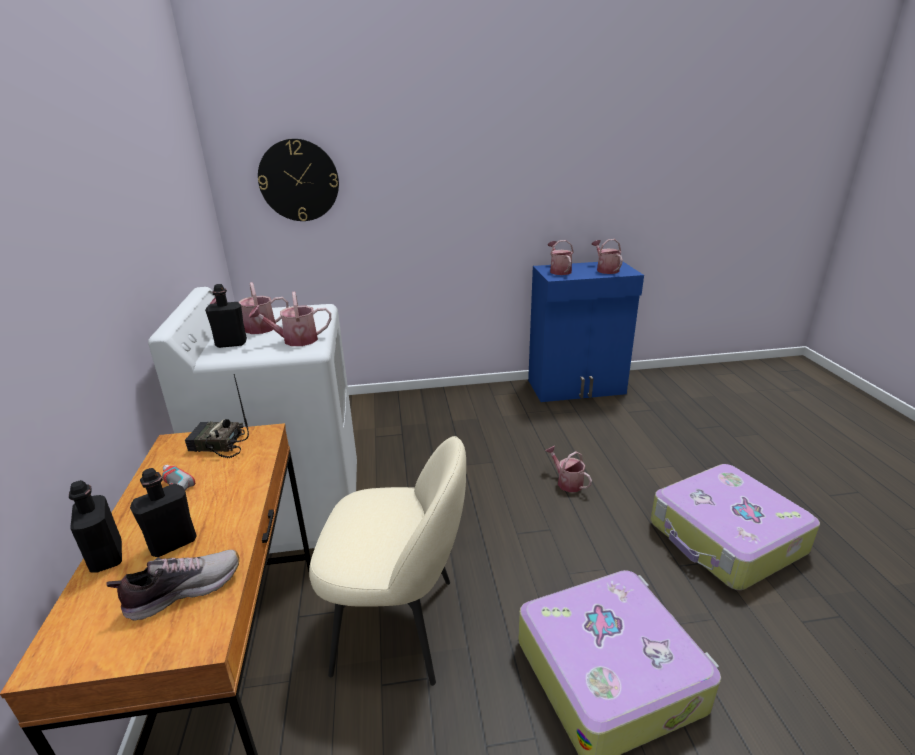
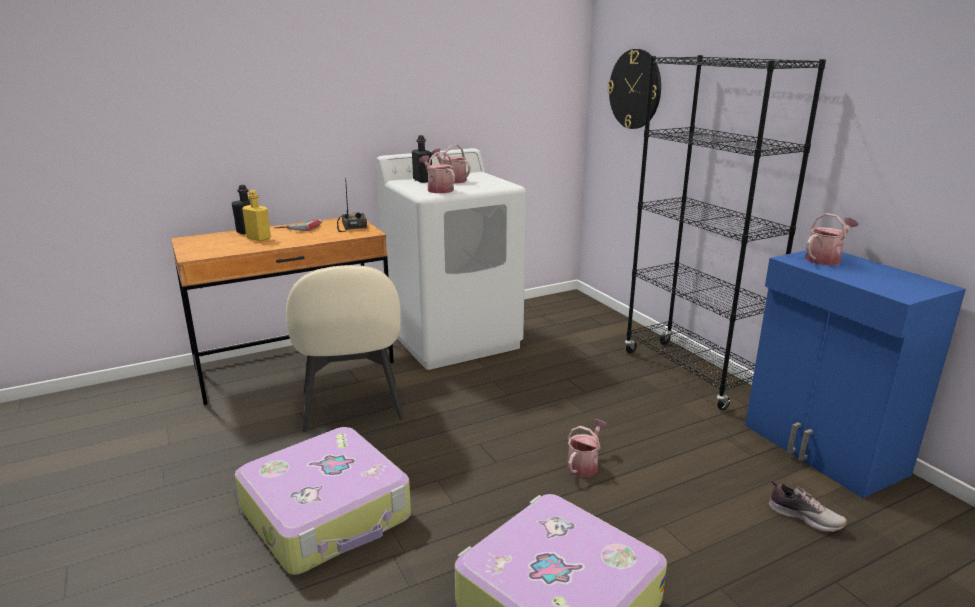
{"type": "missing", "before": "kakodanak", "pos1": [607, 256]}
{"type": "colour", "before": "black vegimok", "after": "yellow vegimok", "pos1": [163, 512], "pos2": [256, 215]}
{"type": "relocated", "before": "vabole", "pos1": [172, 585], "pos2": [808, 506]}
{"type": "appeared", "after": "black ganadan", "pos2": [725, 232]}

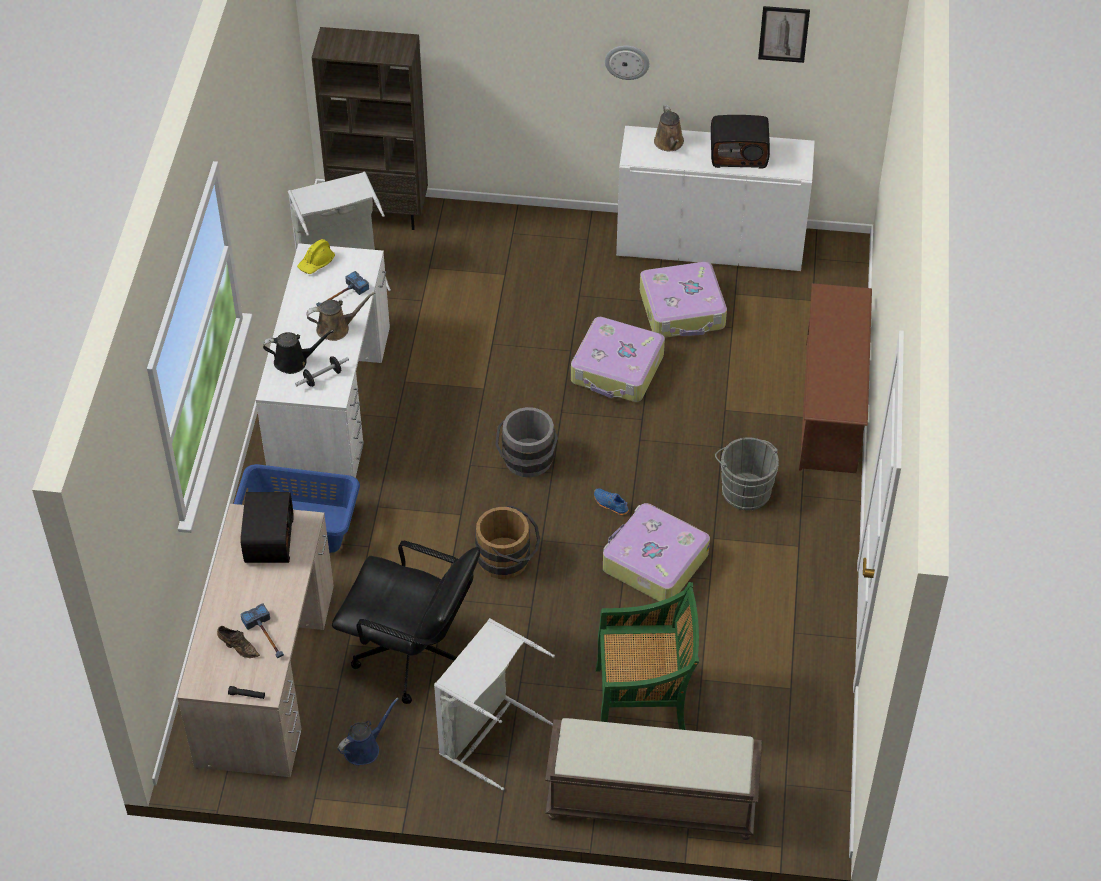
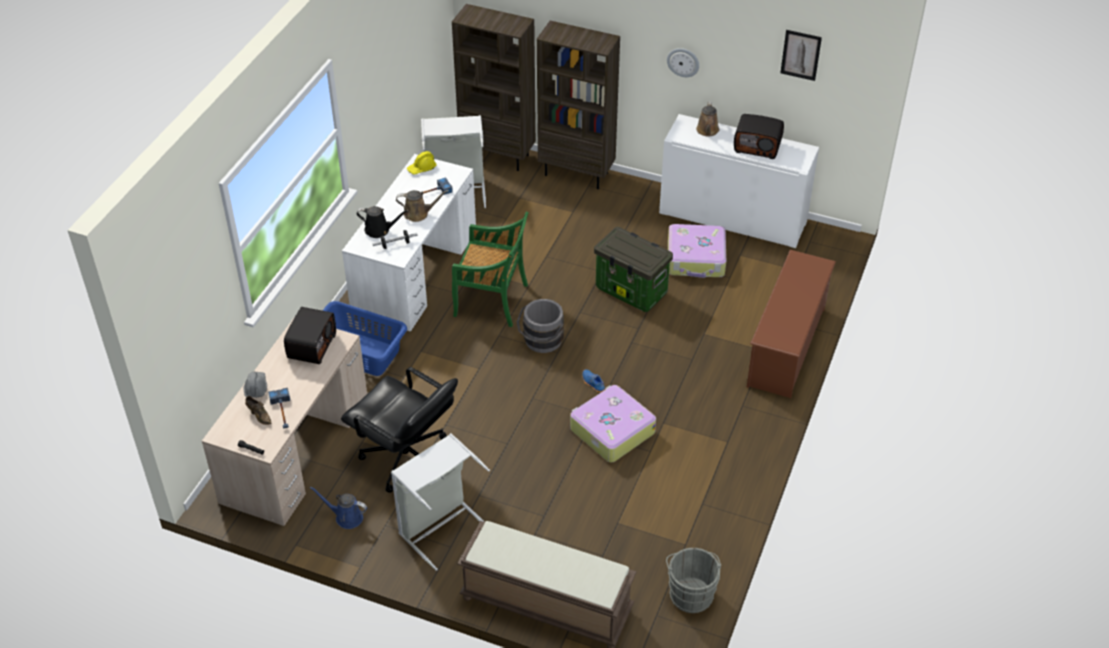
{"type": "exchanged", "before": "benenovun", "after": "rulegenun", "pos1": [618, 359], "pos2": [633, 269]}
{"type": "relocated", "before": "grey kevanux", "pos1": [747, 474], "pos2": [693, 580]}
{"type": "missing", "before": "brown kevanux", "pos1": [507, 542]}
{"type": "relocated", "before": "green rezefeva", "pos1": [647, 656], "pos2": [490, 269]}
{"type": "spun", "before": "blue kakodanak", "pos1": [368, 731], "pos2": [338, 507], "turn": -135}
{"type": "appeared", "after": "brown ganadan", "pos2": [578, 105]}
{"type": "appeared", "after": "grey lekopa", "pos2": [255, 385]}

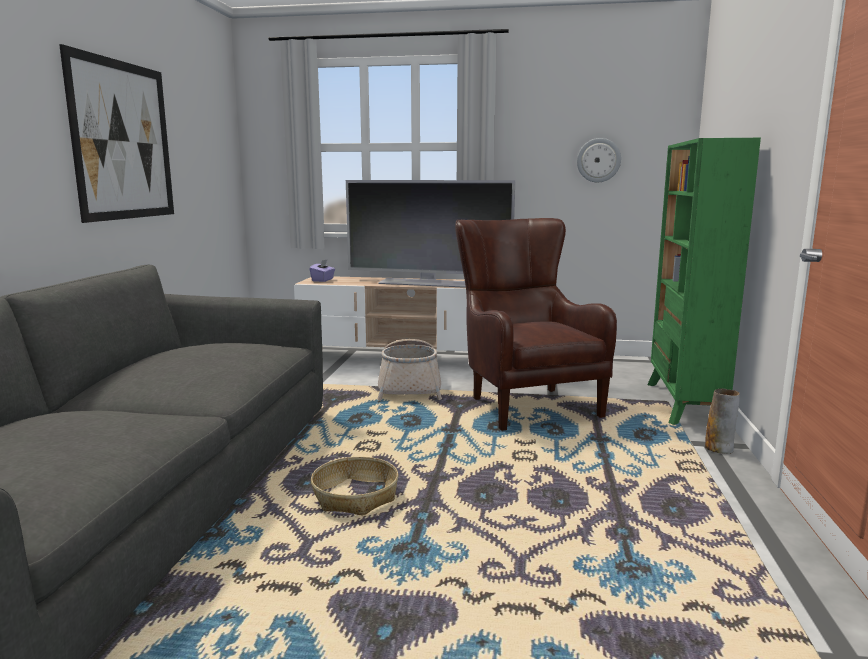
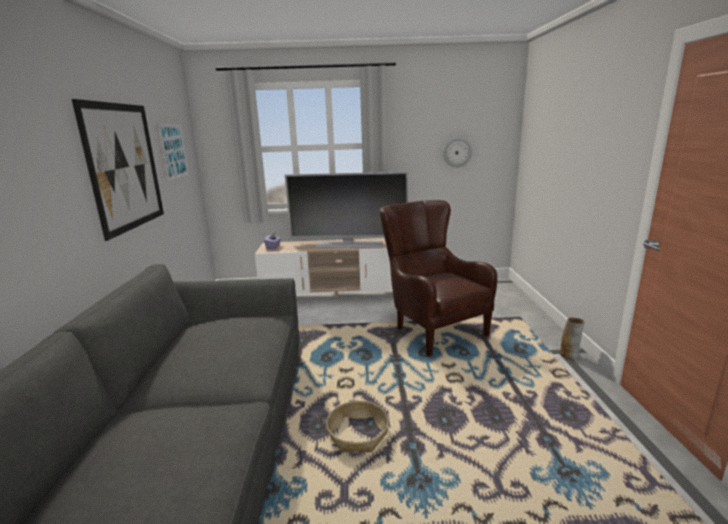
{"type": "missing", "before": "green ganadan", "pos1": [704, 281]}
{"type": "missing", "before": "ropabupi", "pos1": [409, 370]}
{"type": "appeared", "after": "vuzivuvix", "pos2": [173, 152]}

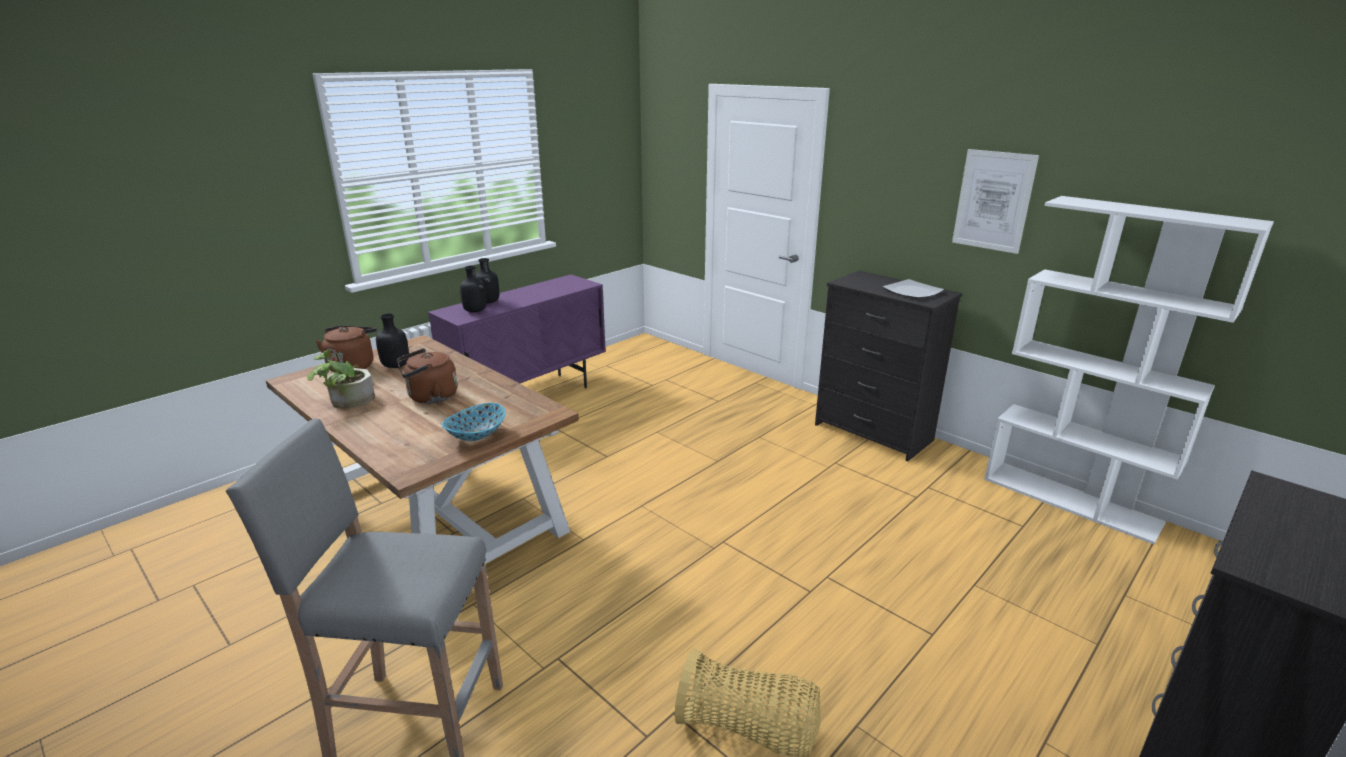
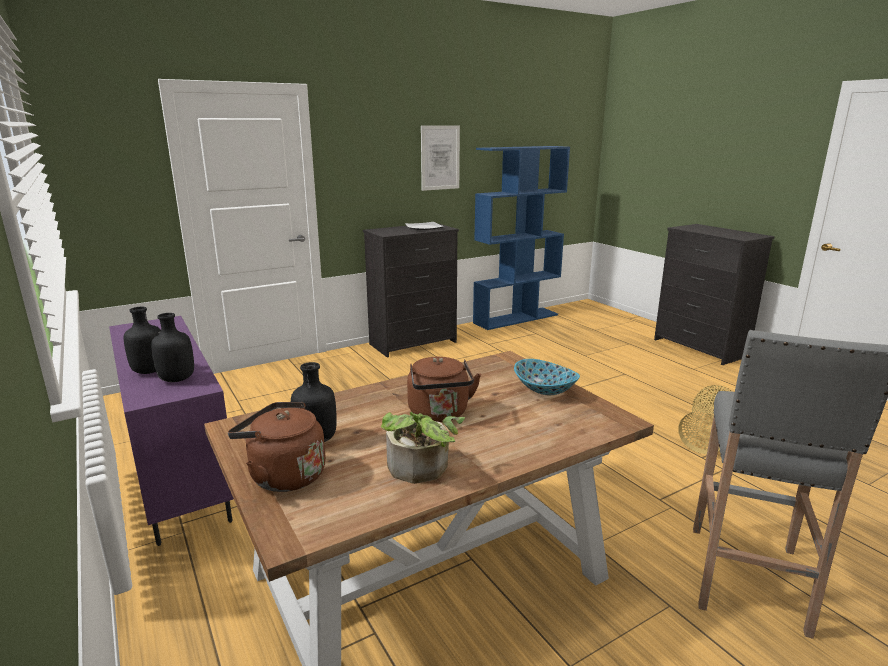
{"type": "colour", "before": "white ganadan", "after": "blue ganadan", "pos1": [1129, 370], "pos2": [521, 238]}

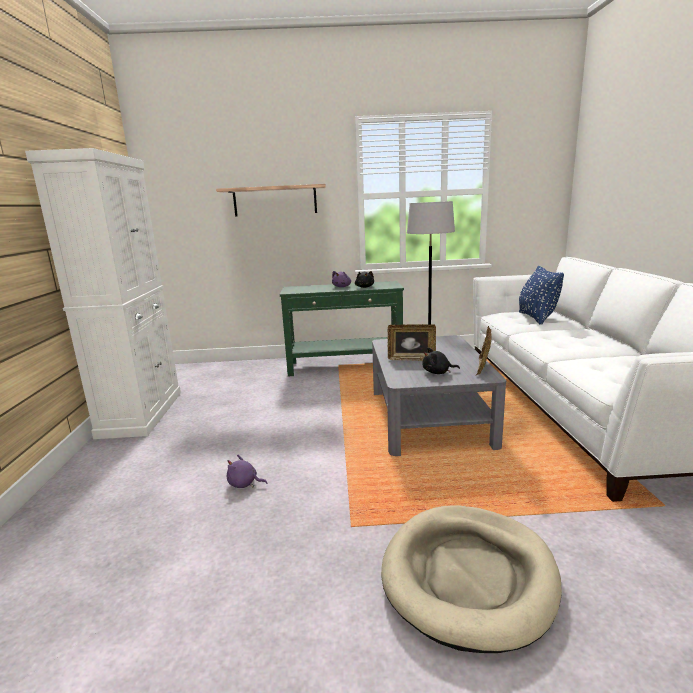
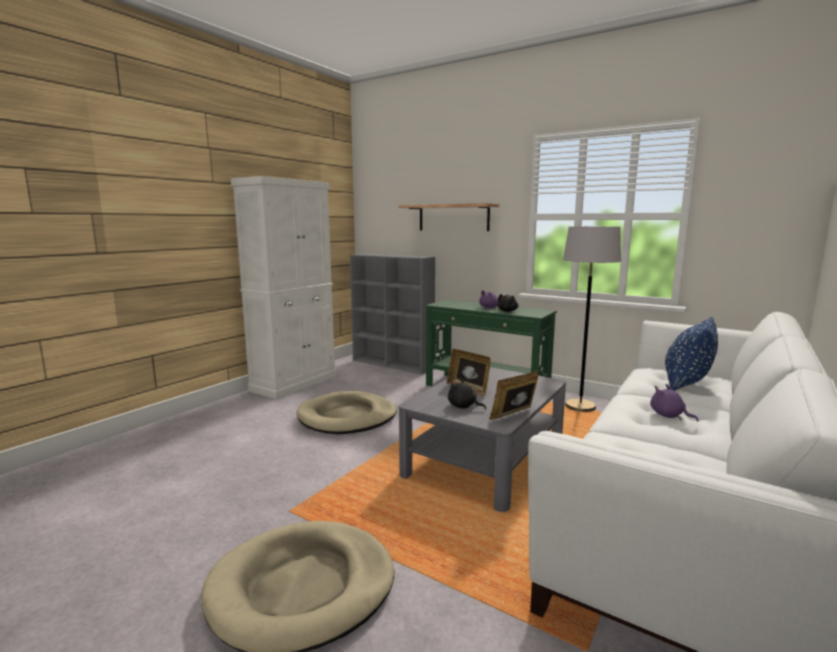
{"type": "relocated", "before": "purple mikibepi", "pos1": [247, 471], "pos2": [674, 403]}
{"type": "appeared", "after": "grey ganadan", "pos2": [392, 314]}
{"type": "appeared", "after": "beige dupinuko", "pos2": [346, 412]}

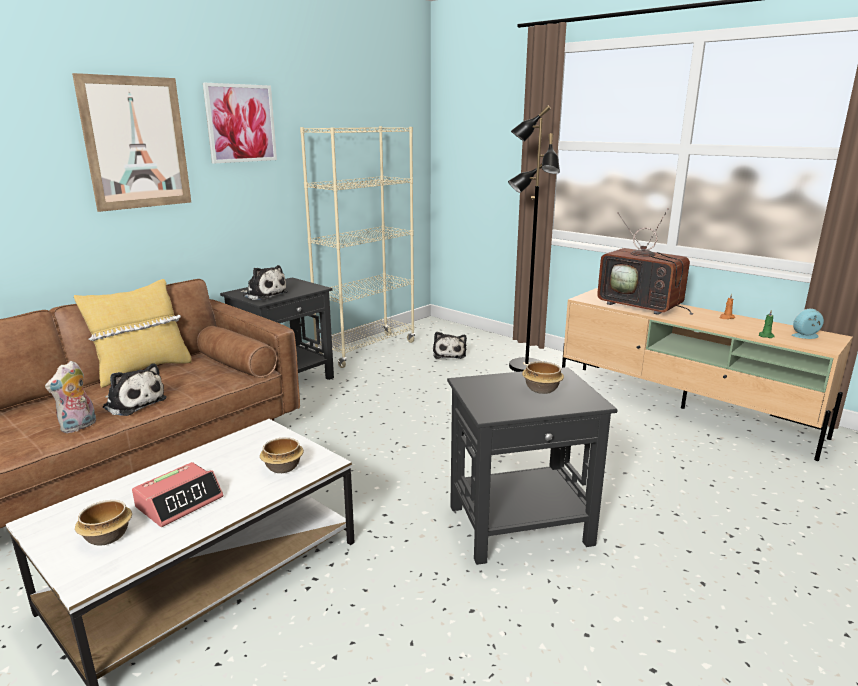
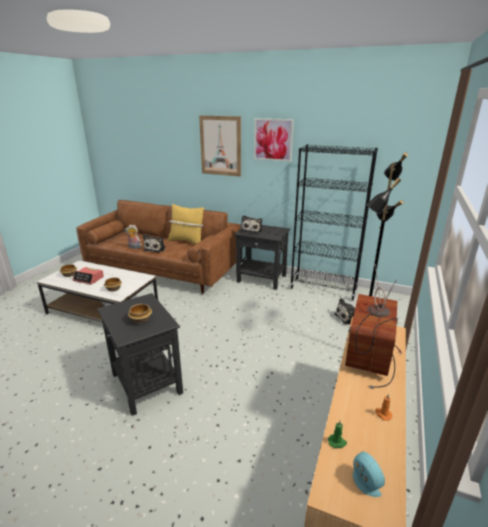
{"type": "colour", "before": "beige ganadan", "after": "black ganadan", "pos1": [357, 247], "pos2": [334, 222]}

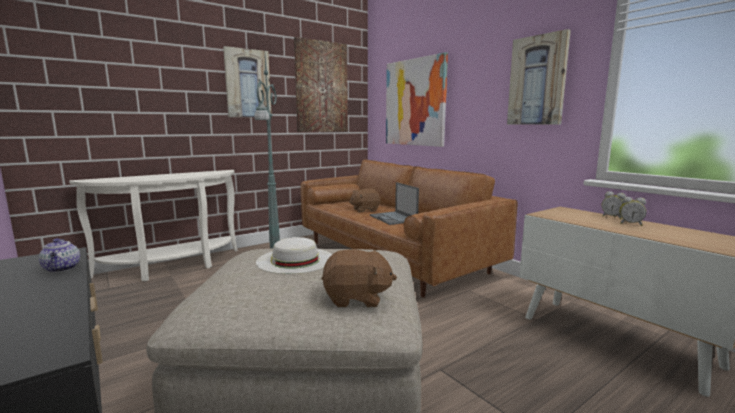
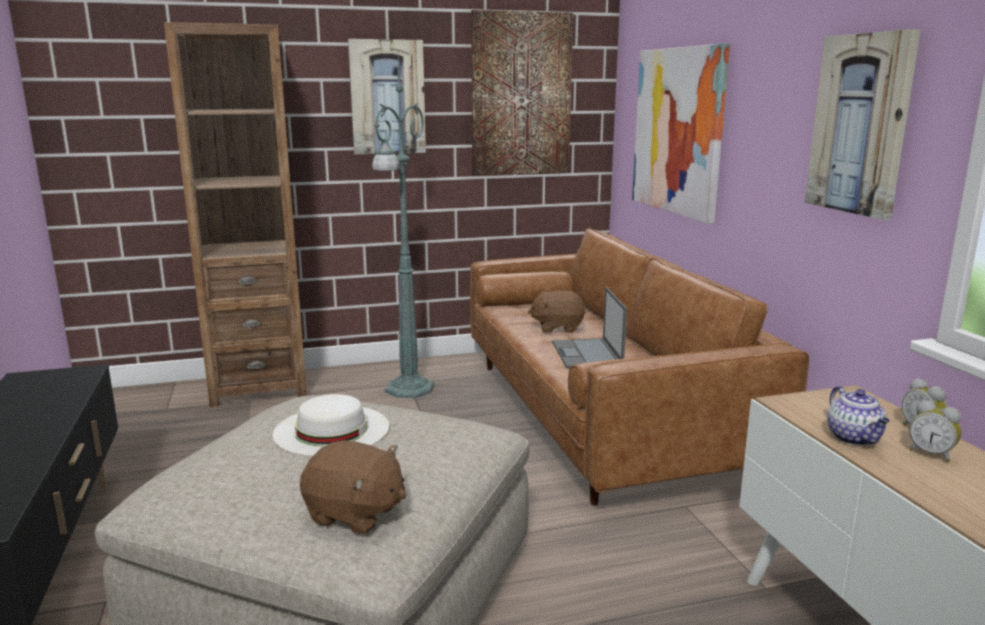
{"type": "exchanged", "before": "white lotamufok", "after": "brown ganadan", "pos1": [153, 226], "pos2": [235, 214]}
{"type": "relocated", "before": "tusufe", "pos1": [59, 255], "pos2": [858, 416]}

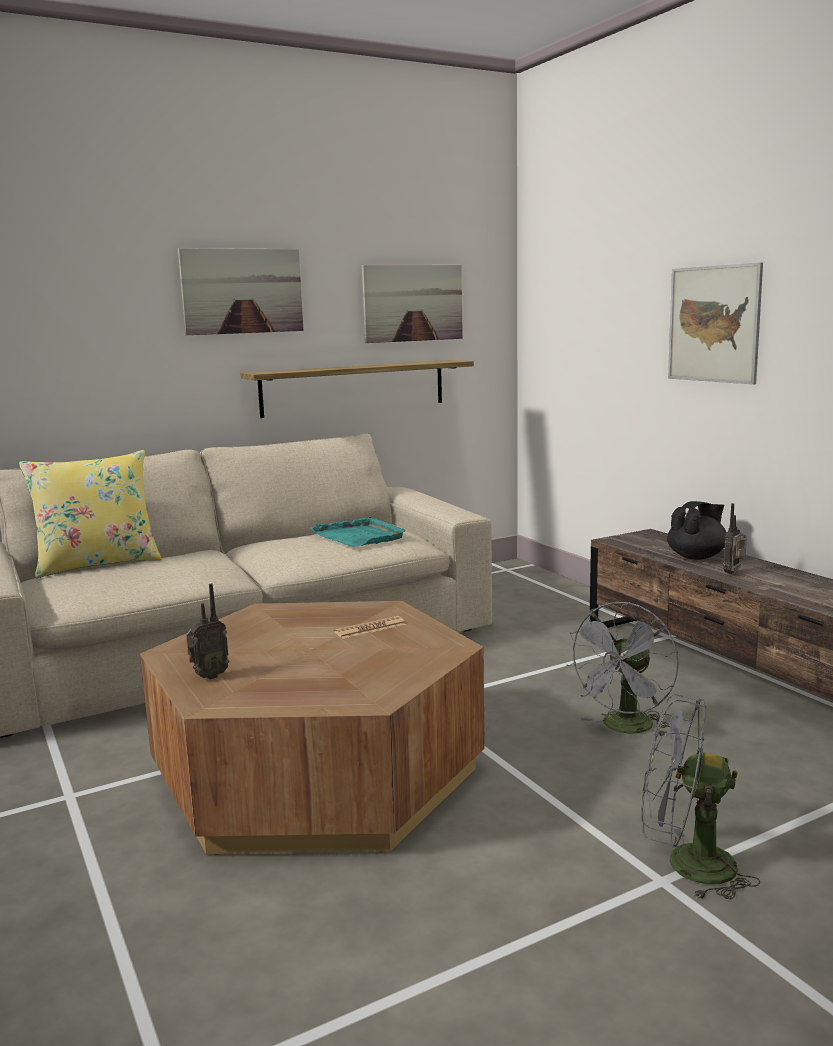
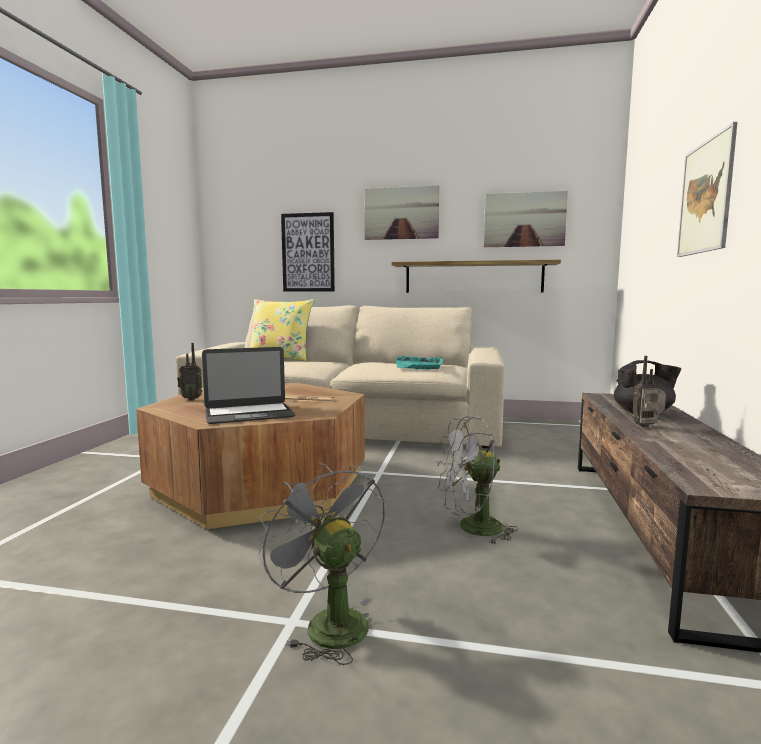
{"type": "appeared", "after": "vuzivuvix", "pos2": [308, 252]}
{"type": "appeared", "after": "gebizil", "pos2": [249, 385]}

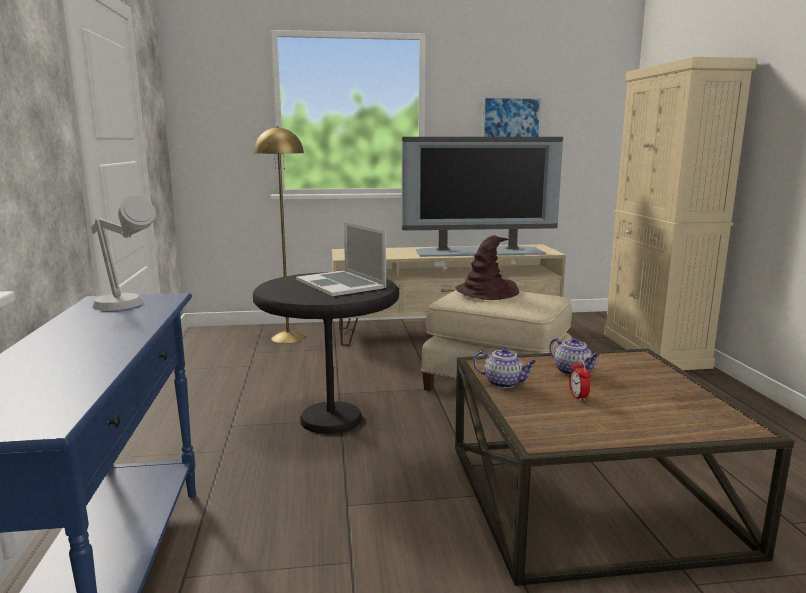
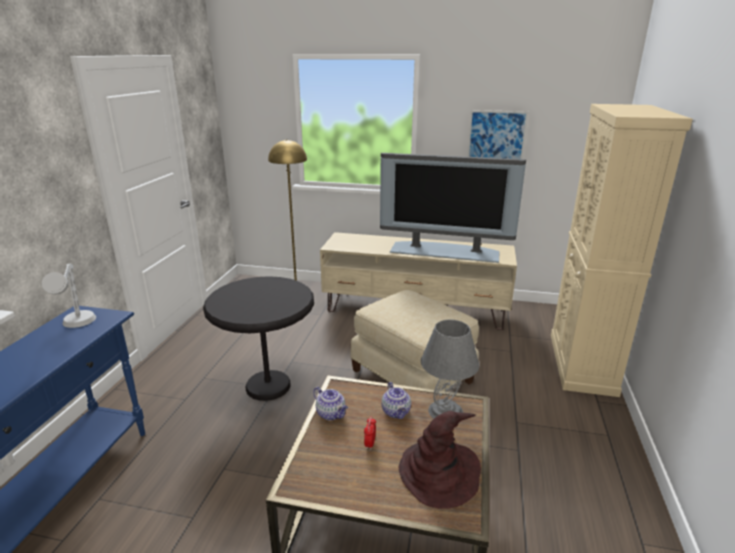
{"type": "missing", "before": "gebizil", "pos1": [341, 259]}
{"type": "relocated", "before": "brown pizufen", "pos1": [487, 267], "pos2": [440, 460]}
{"type": "appeared", "after": "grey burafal", "pos2": [450, 369]}

